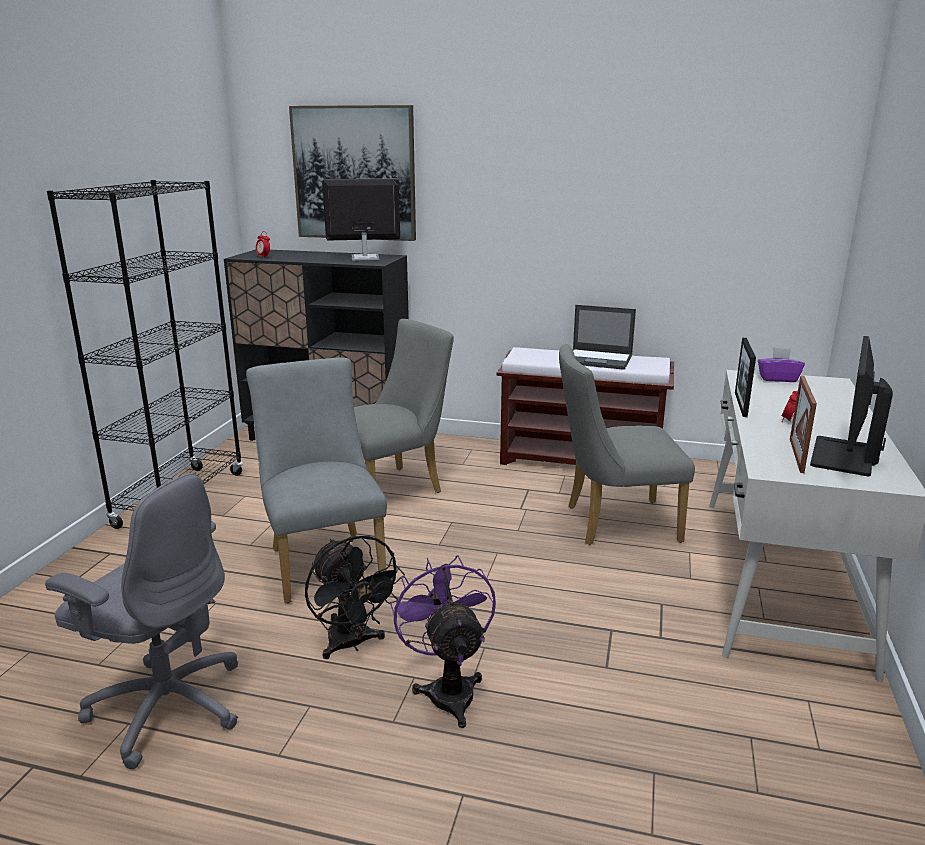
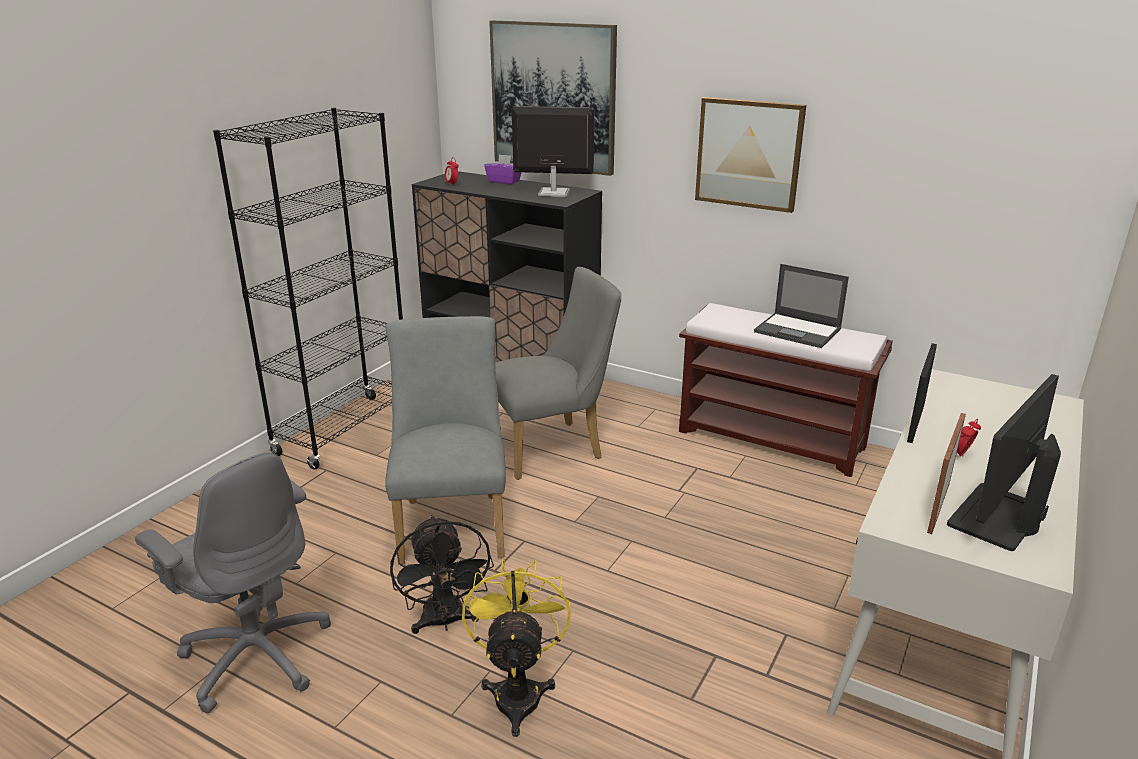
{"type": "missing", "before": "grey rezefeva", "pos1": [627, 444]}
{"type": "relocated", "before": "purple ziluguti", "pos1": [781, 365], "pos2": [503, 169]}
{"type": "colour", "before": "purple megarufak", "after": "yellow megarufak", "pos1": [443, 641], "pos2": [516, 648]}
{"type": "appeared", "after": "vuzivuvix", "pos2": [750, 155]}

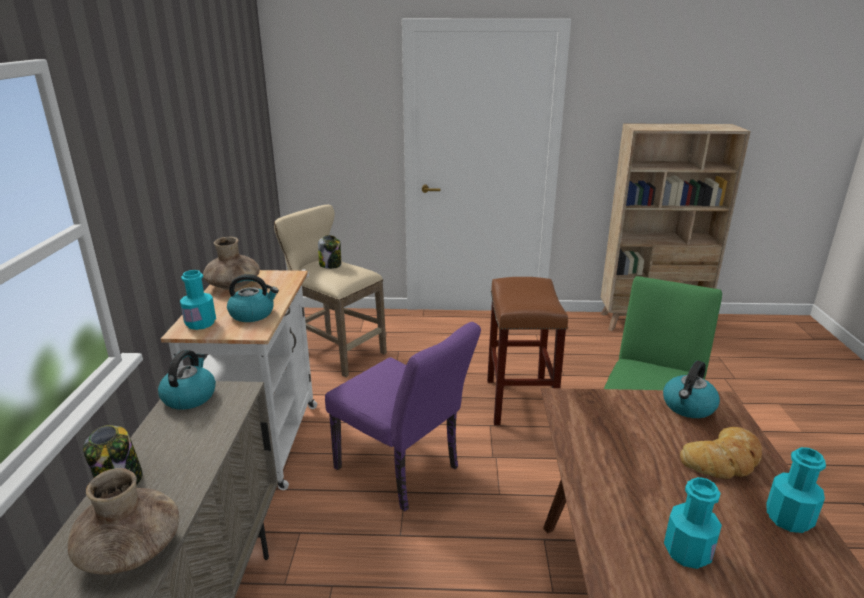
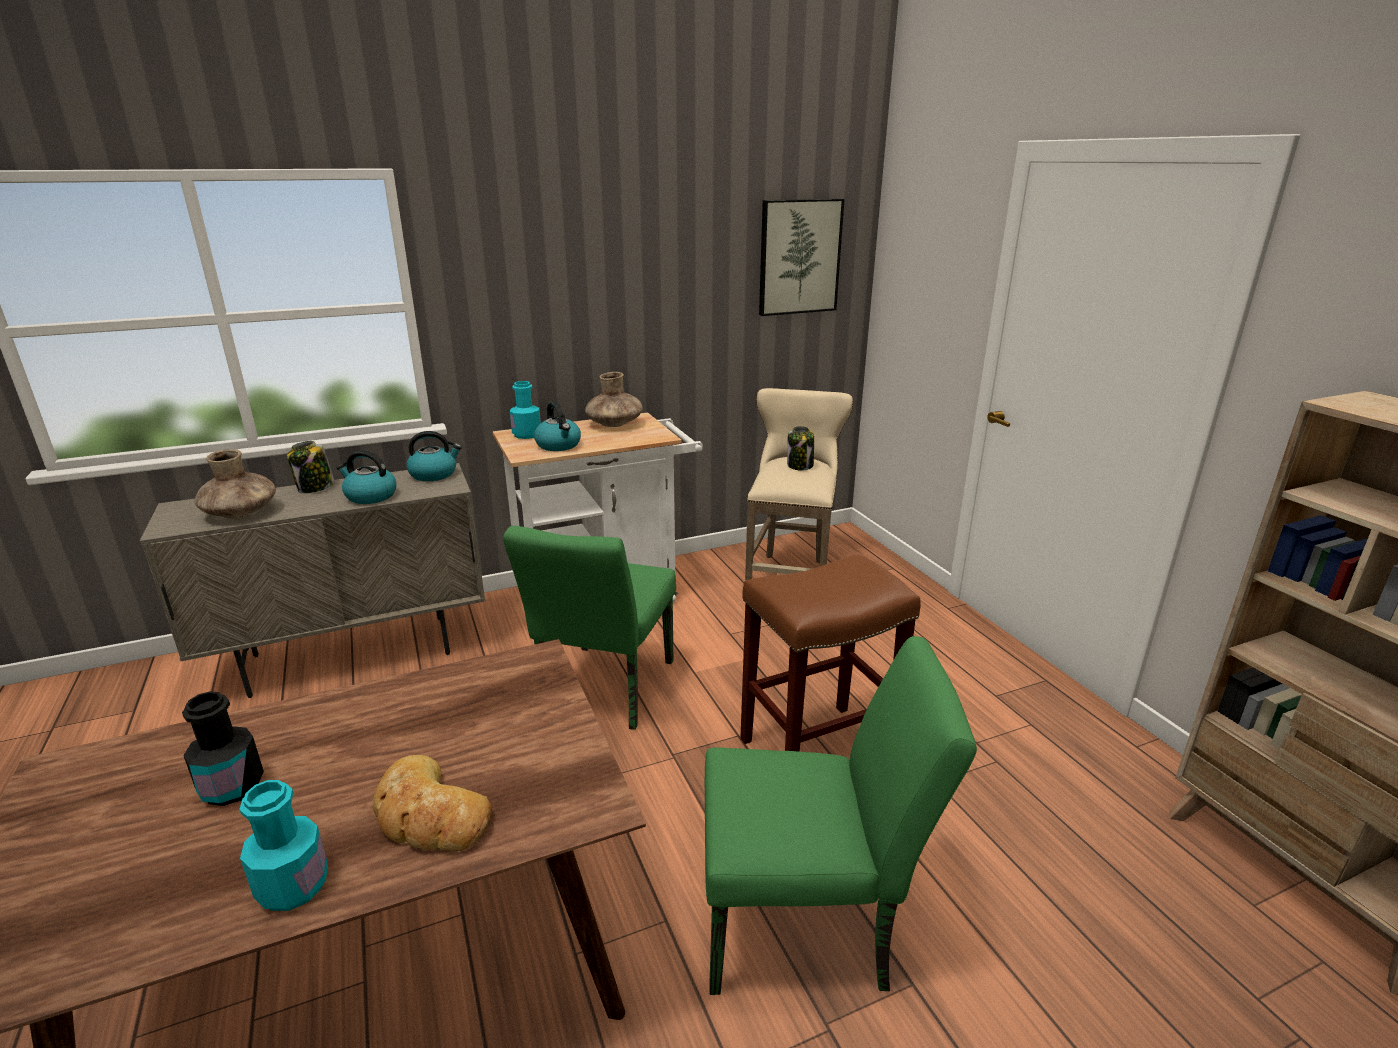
{"type": "colour", "before": "purple rezefeva", "after": "green rezefeva", "pos1": [403, 416], "pos2": [589, 628]}
{"type": "relocated", "before": "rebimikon", "pos1": [691, 389], "pos2": [367, 477]}
{"type": "colour", "before": "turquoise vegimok", "after": "black vegimok", "pos1": [693, 523], "pos2": [223, 748]}
{"type": "appeared", "after": "vuzivuvix", "pos2": [802, 257]}

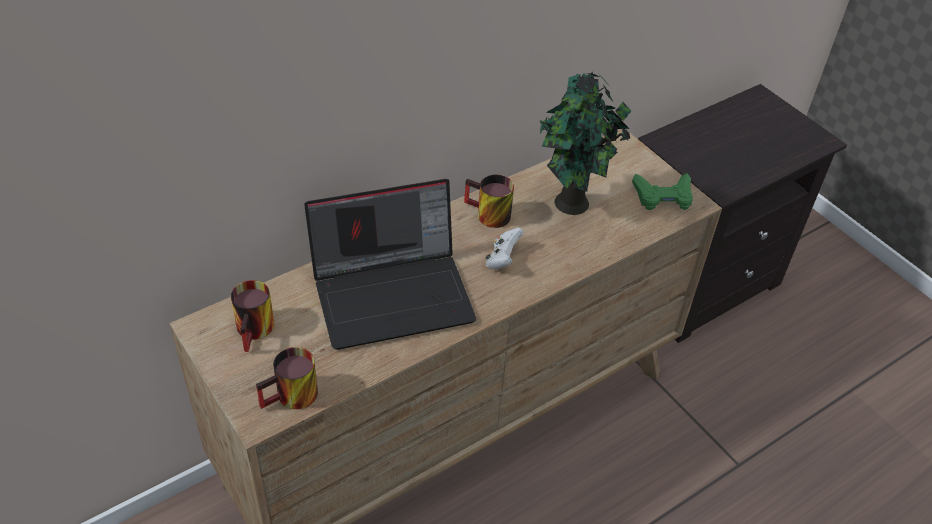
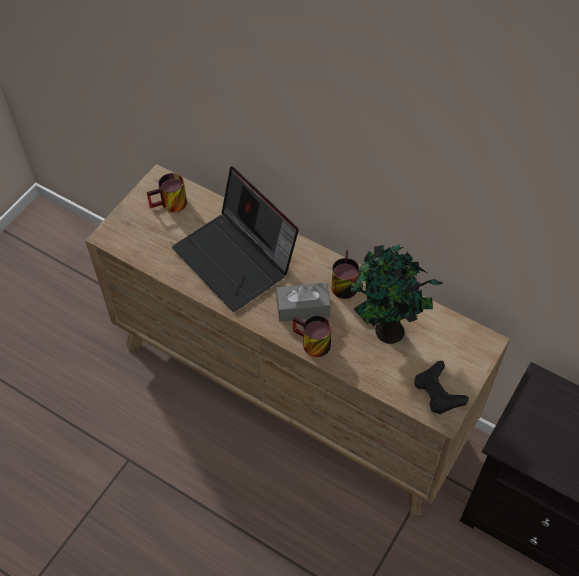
{"type": "colour", "before": "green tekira", "after": "black tekira", "pos1": [662, 191], "pos2": [441, 387]}
{"type": "exchanged", "before": "white tekira", "after": "grey ziluguti", "pos1": [504, 248], "pos2": [303, 302]}
{"type": "relocated", "before": "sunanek", "pos1": [287, 378], "pos2": [312, 336]}

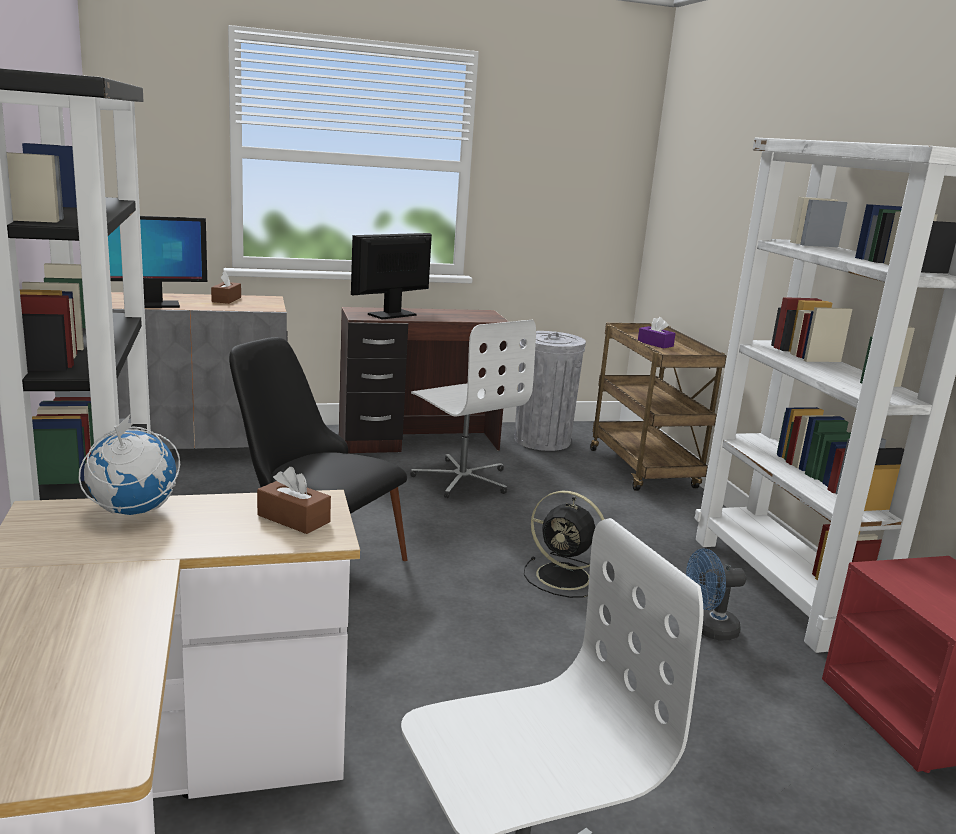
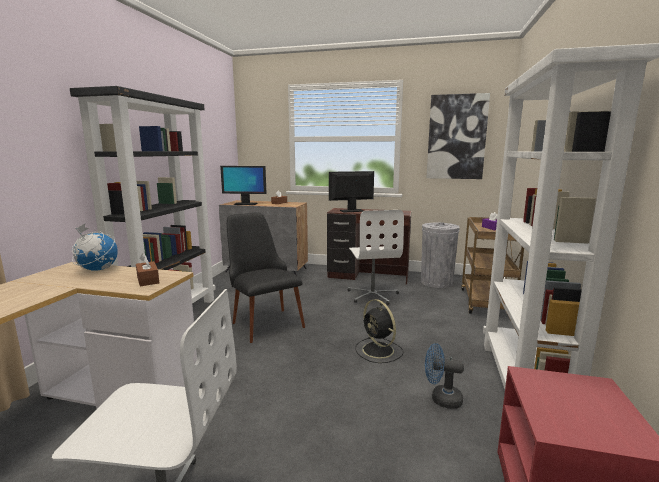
{"type": "appeared", "after": "vuzivuvix", "pos2": [458, 136]}

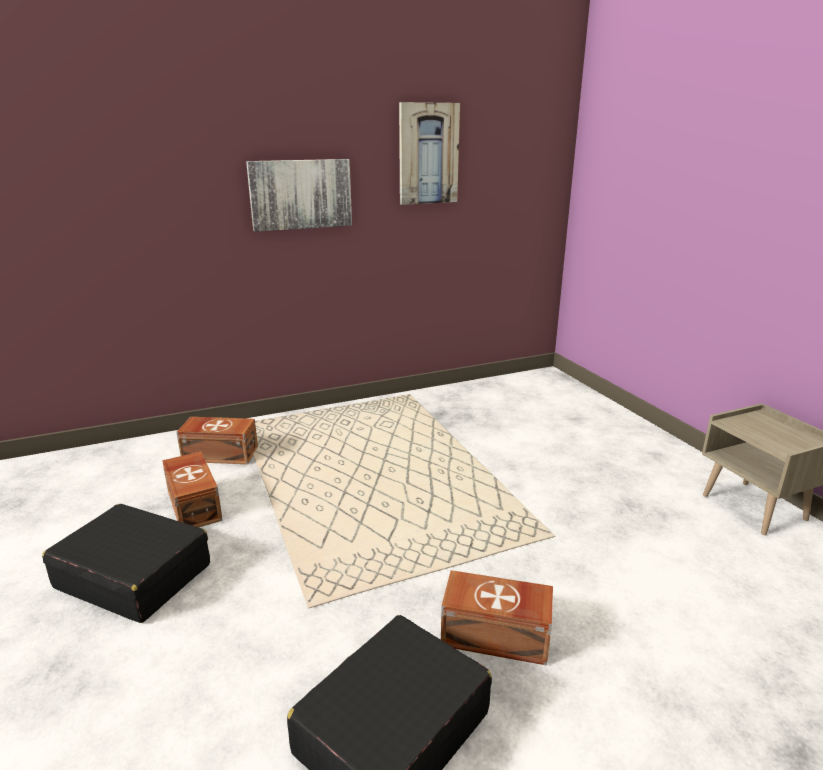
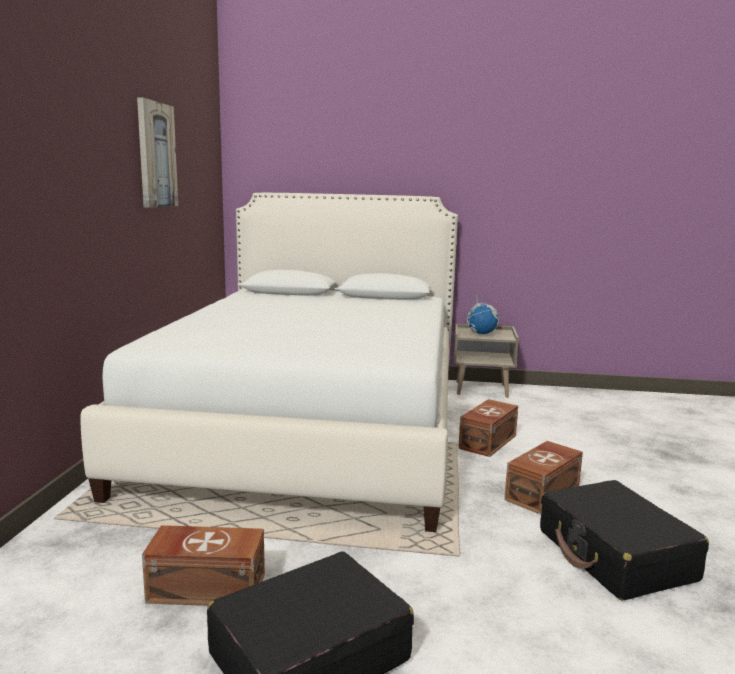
{"type": "missing", "before": "vuzivuvix", "pos1": [299, 195]}
{"type": "relocated", "before": "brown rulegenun", "pos1": [217, 440], "pos2": [488, 428]}
{"type": "appeared", "after": "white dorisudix", "pos2": [269, 362]}
{"type": "appeared", "after": "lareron", "pos2": [482, 314]}

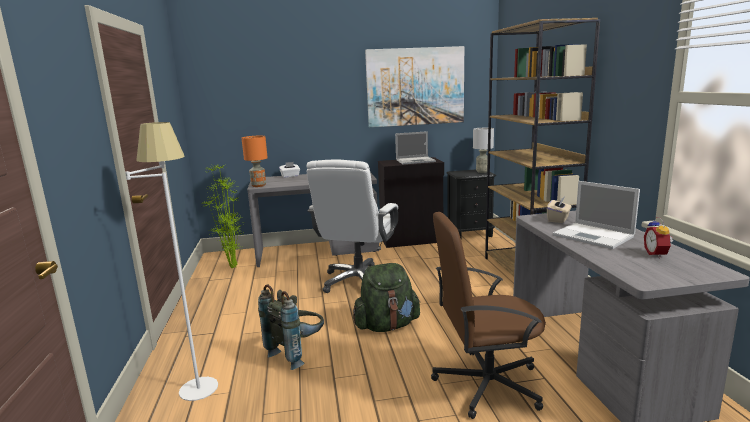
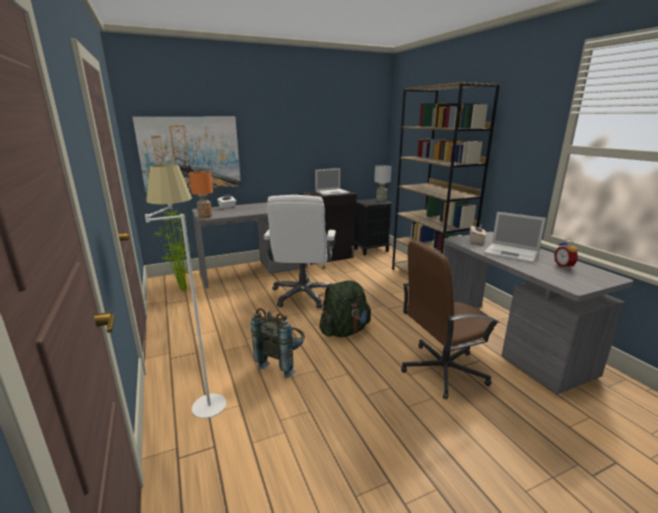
{"type": "relocated", "before": "vuzivuvix", "pos1": [414, 87], "pos2": [187, 155]}

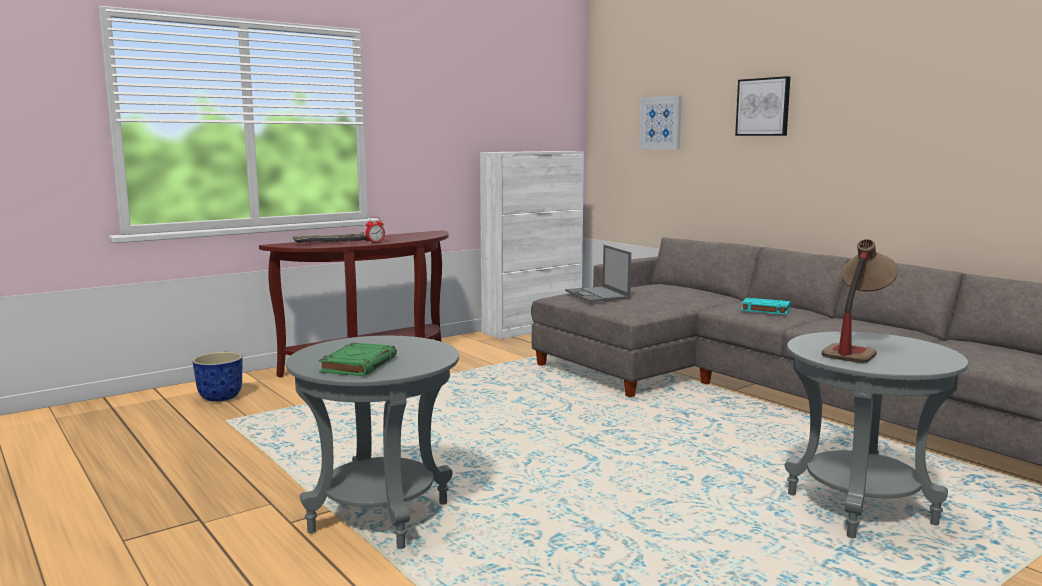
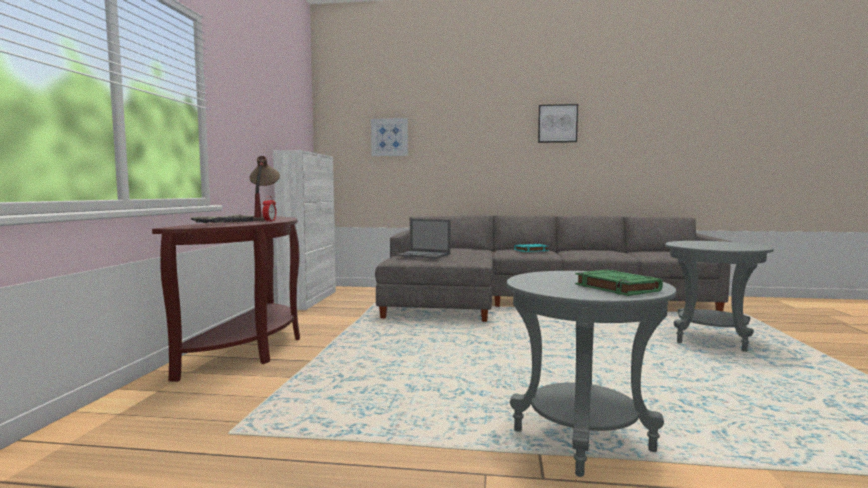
{"type": "relocated", "before": "vuzivuvix", "pos1": [762, 106], "pos2": [558, 123]}
{"type": "relocated", "before": "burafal", "pos1": [859, 301], "pos2": [264, 188]}
{"type": "missing", "before": "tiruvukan", "pos1": [217, 377]}

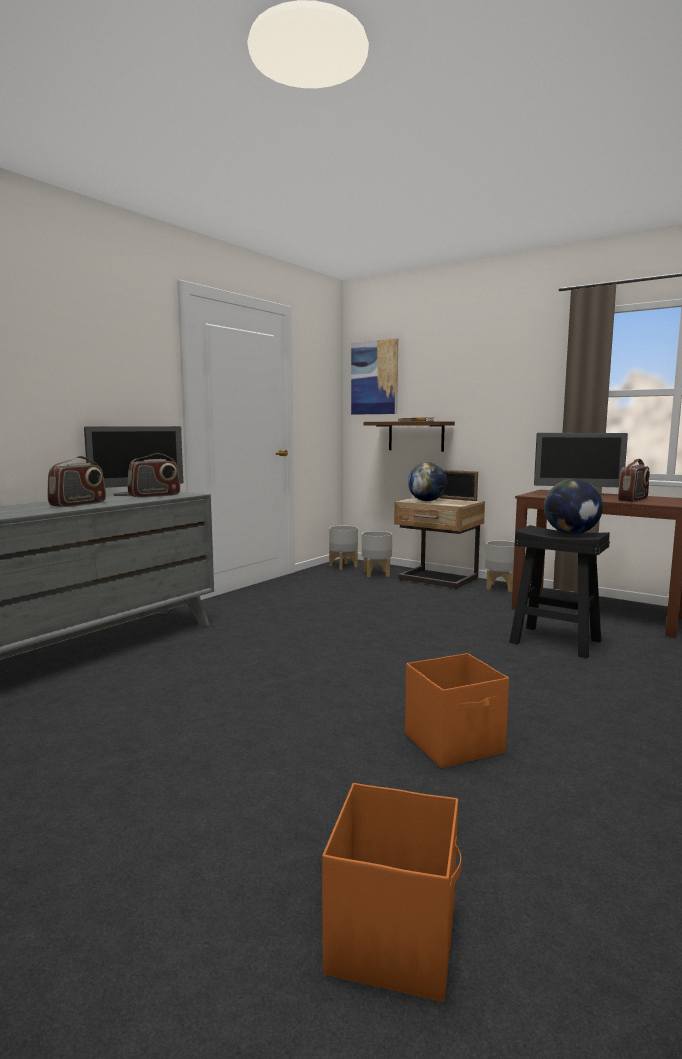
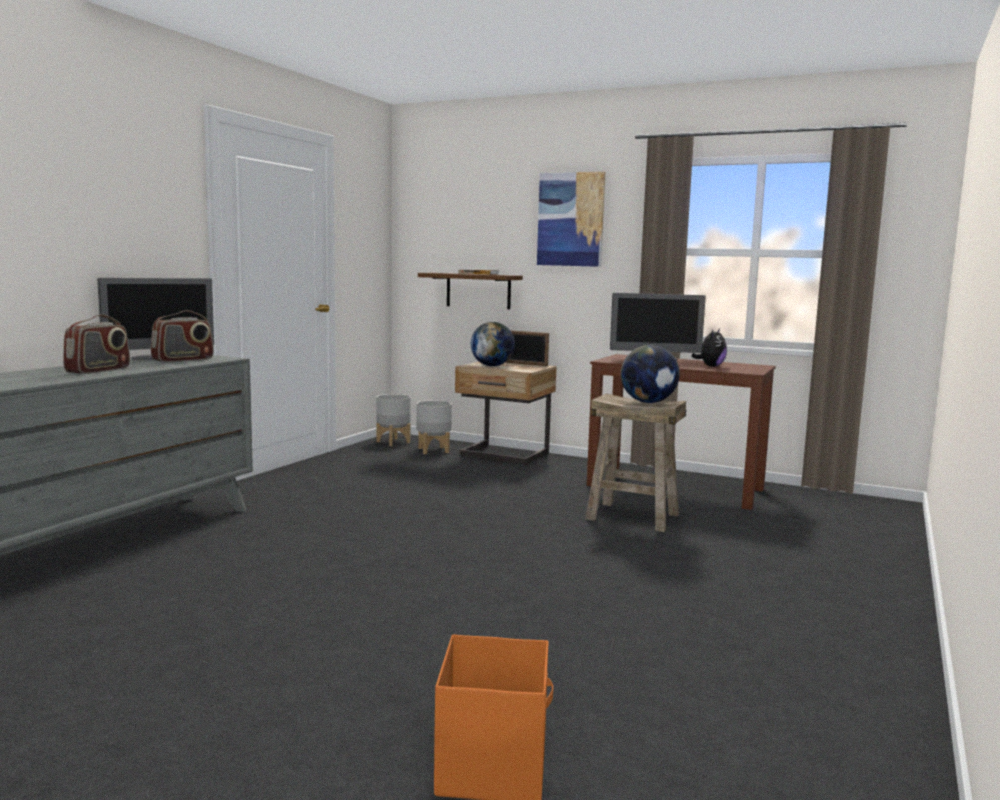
{"type": "relocated", "before": "vuzivuvix", "pos1": [374, 376], "pos2": [571, 219]}
{"type": "exchanged", "before": "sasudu", "after": "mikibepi", "pos1": [634, 480], "pos2": [709, 348]}
{"type": "colour", "before": "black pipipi", "after": "beige pipipi", "pos1": [559, 592], "pos2": [636, 462]}
{"type": "missing", "before": "grey tiruvukan", "pos1": [500, 566]}
{"type": "missing", "before": "orange rulegenun", "pos1": [457, 710]}

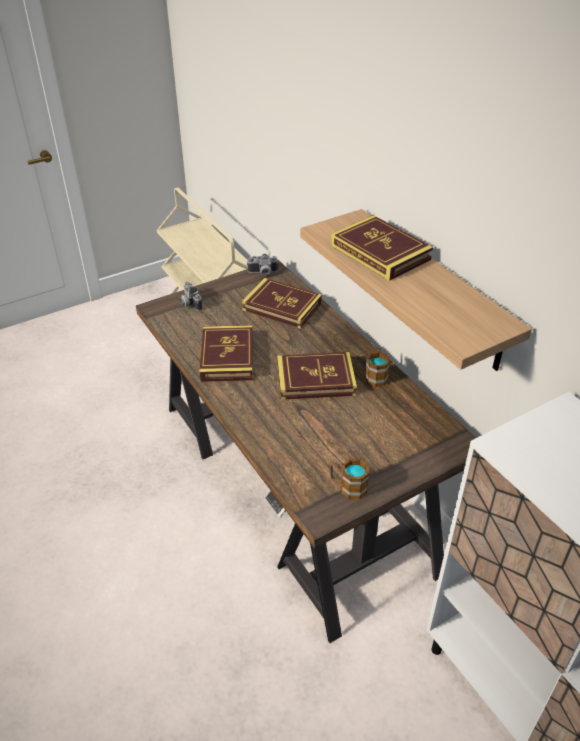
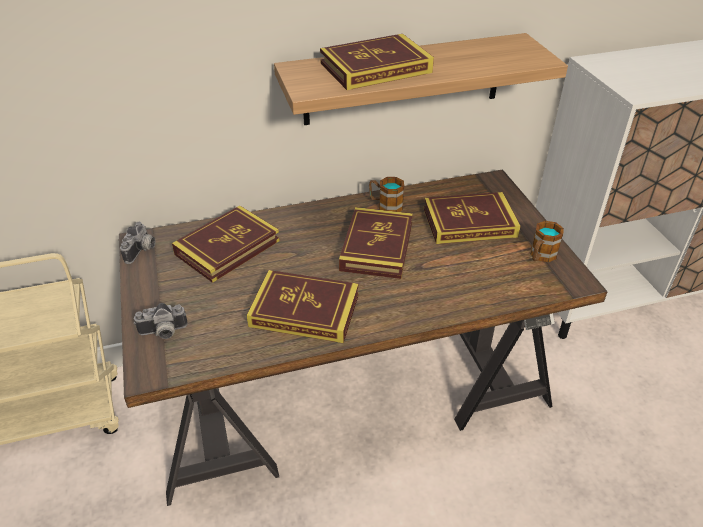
{"type": "appeared", "after": "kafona", "pos2": [472, 218]}

